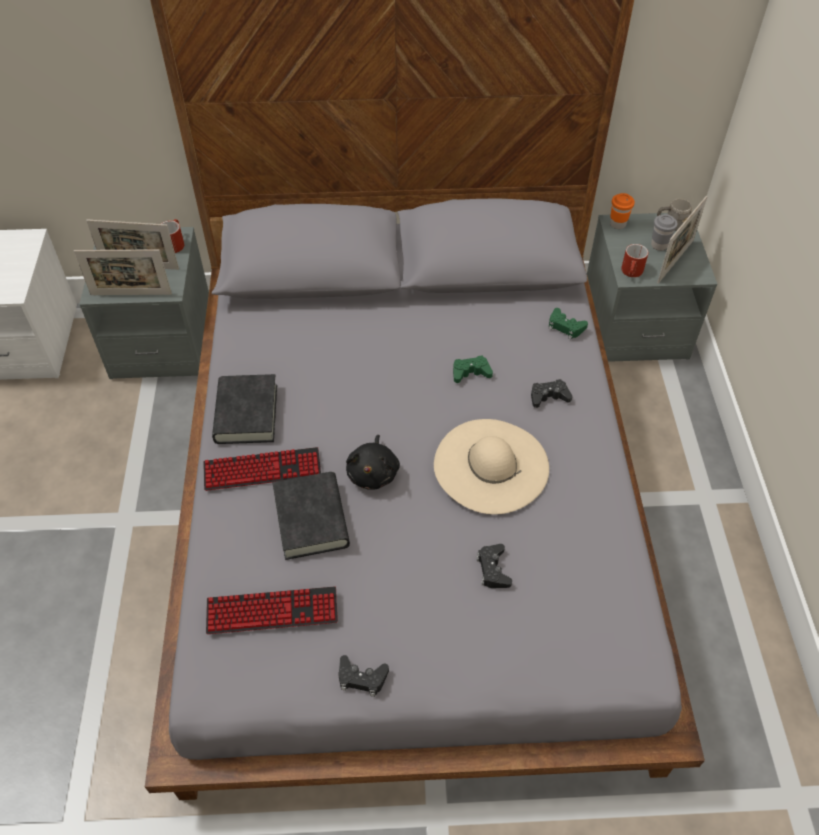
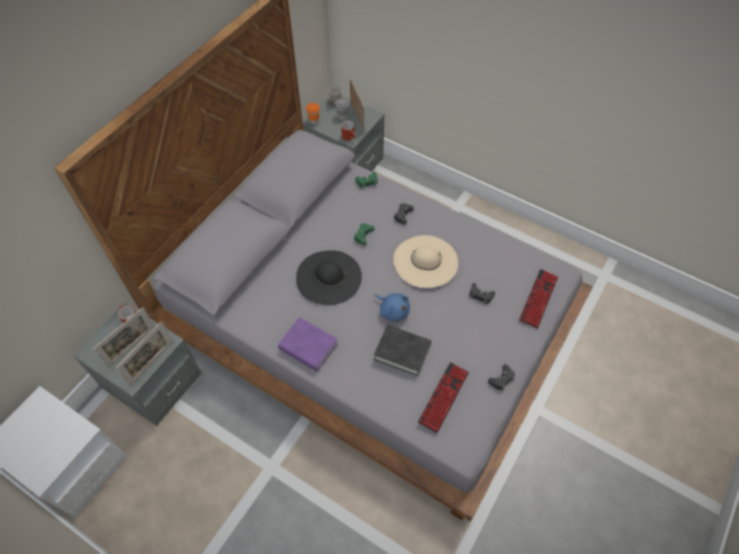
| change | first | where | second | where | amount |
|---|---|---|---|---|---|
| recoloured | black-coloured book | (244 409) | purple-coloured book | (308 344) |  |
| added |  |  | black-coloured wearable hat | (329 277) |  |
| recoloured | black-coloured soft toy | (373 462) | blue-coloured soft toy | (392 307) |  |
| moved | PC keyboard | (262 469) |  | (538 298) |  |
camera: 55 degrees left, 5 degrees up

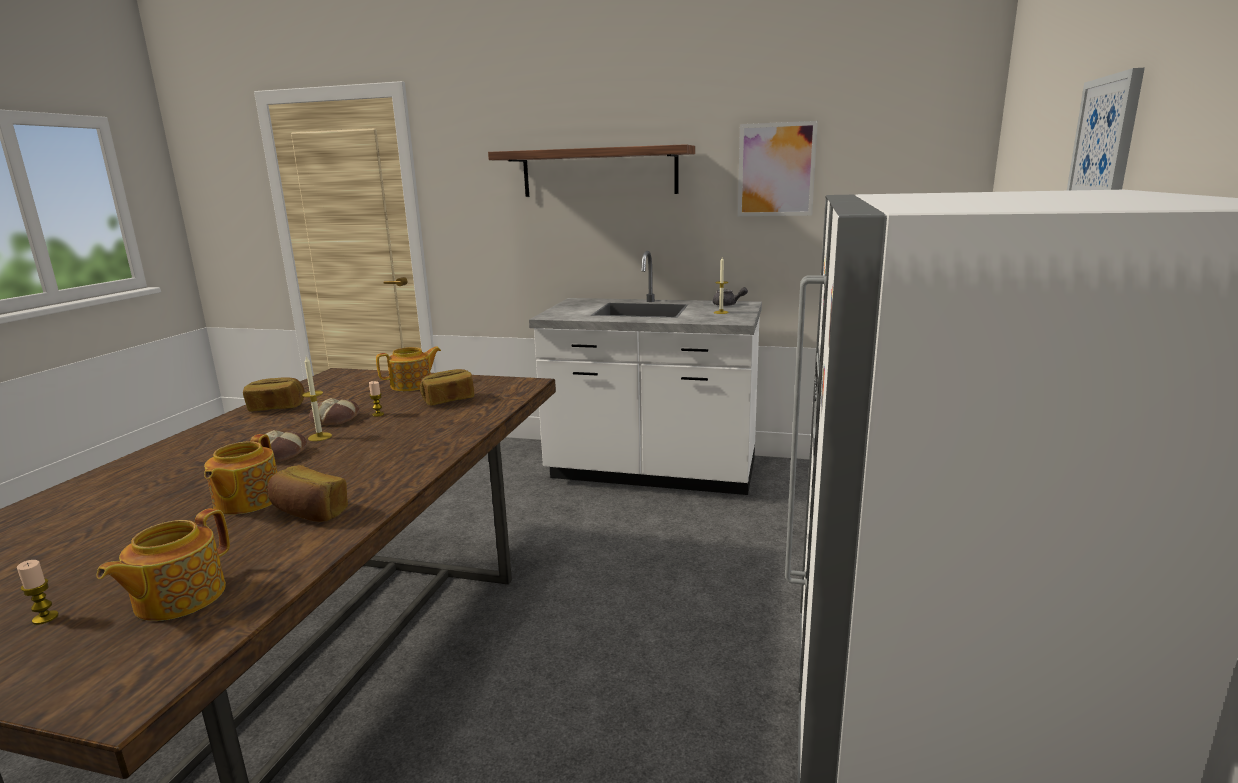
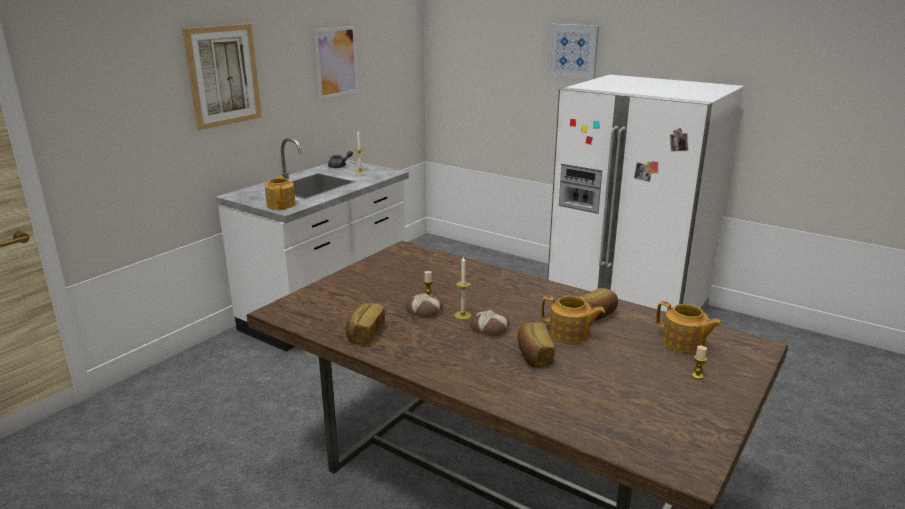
| change | first | where | second | where | amount |
|---|---|---|---|---|---|
| replaced | wall shelf | (591 170) | wall art | (222 77) |  |
| moved | tea pot | (408 369) |  | (280 192) |  |
| moved | bakery bread | (447 387) |  | (536 345) |  |
camera: 70 degrees left, 5 degrees up

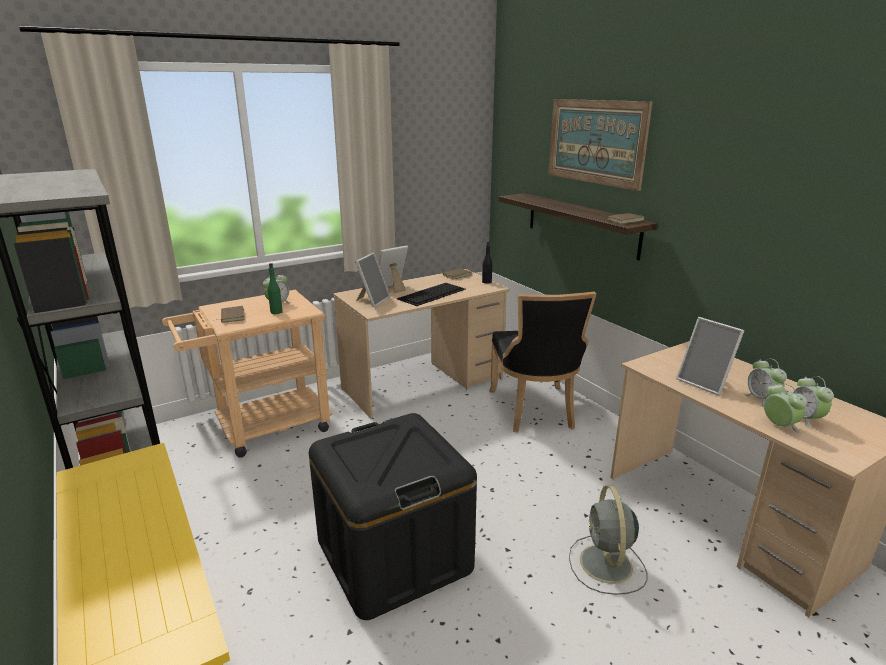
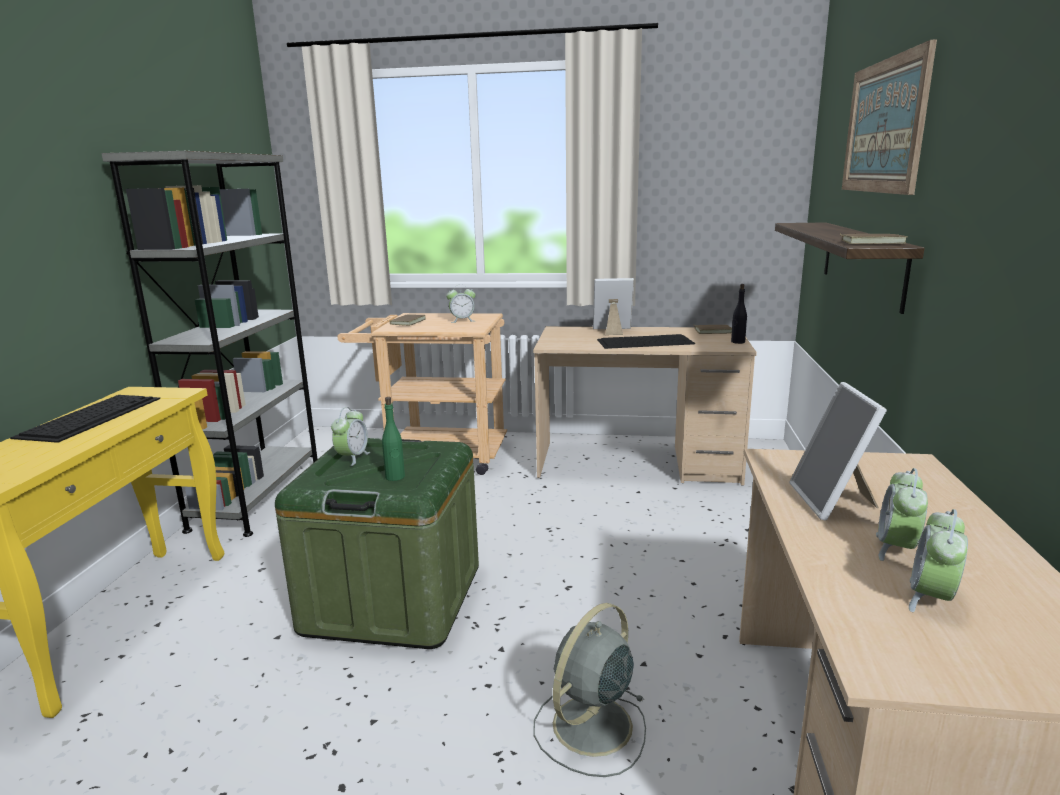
| change | first | where | second | where | amount |
|---|---|---|---|---|---|
| added |  |  | PC keyboard | (85 419) |  |
| recoloured | black-coloured storage bin | (393 516) | greenish storage bin | (377 543) |  |
| moved | alarm clock | (785 408) |  | (350 436) |  |
| moved | greenish drink bottle | (275 288) |  | (393 439) |  |
| removed | photo frame | (372 280) |  |  |  |
| removed | black-coloured plain chair | (542 362) |  |  |  |
camera: 40 degrees right, 5 degrees down

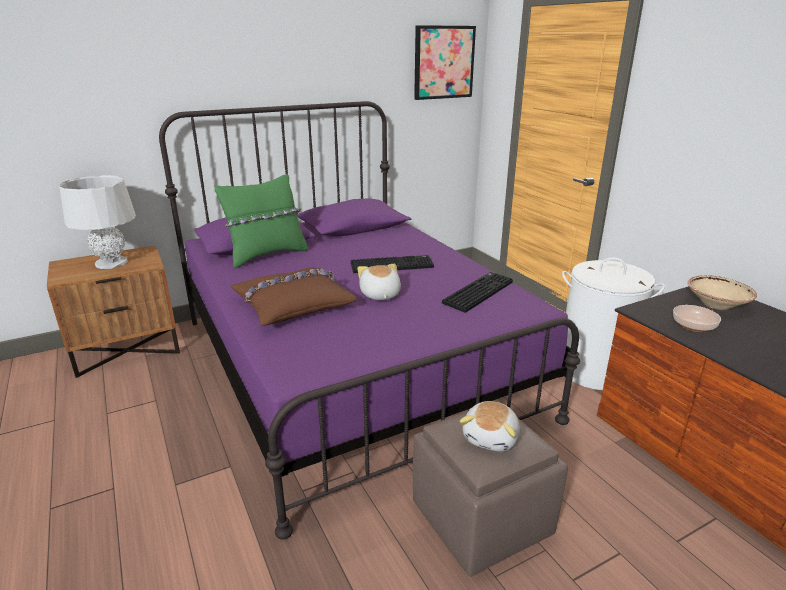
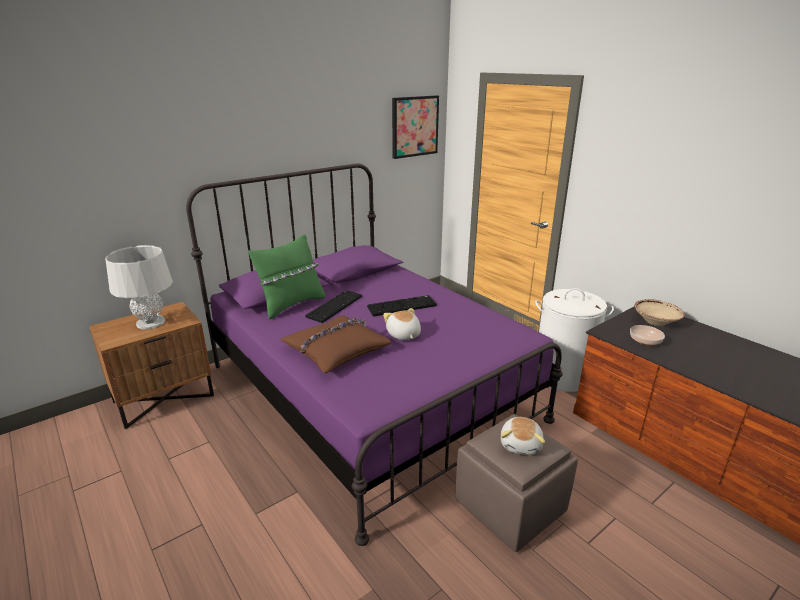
| change | first | where | second | where | amount |
|---|---|---|---|---|---|
| moved | PC keyboard | (477 292) |  | (334 306) |  |
camera: 10 degrees left, 0 degrees up

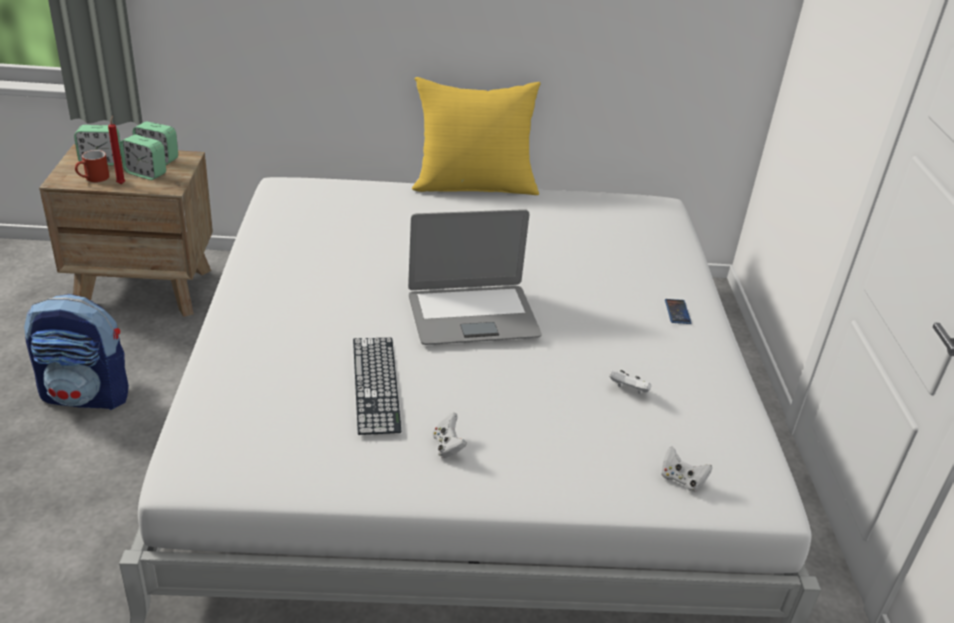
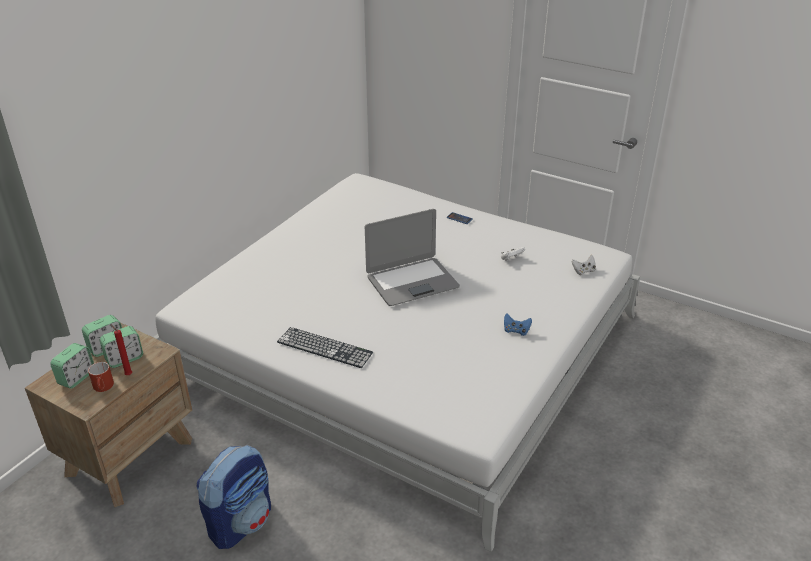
| change | first | where | second | where | amount |
|---|---|---|---|---|---|
| moved | PC keyboard | (377 386) |  | (325 347) |  |
| turned | portable computer | (475 277) |  | (412 257) | 45 degrees clockwise |
| recoloured | white-coloured joypad | (450 435) | blue-coloured joypad | (518 324) |  |
| removed | yellowish throw pillow | (476 136) |  |  |  |
camera: 55 degrees left, 0 degrees up

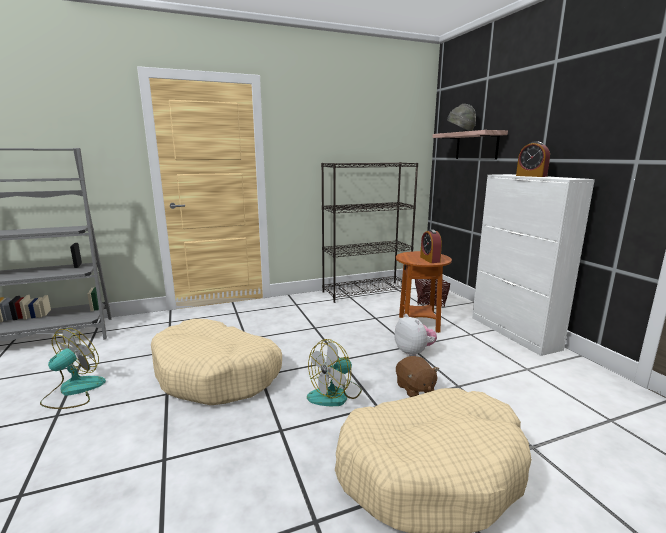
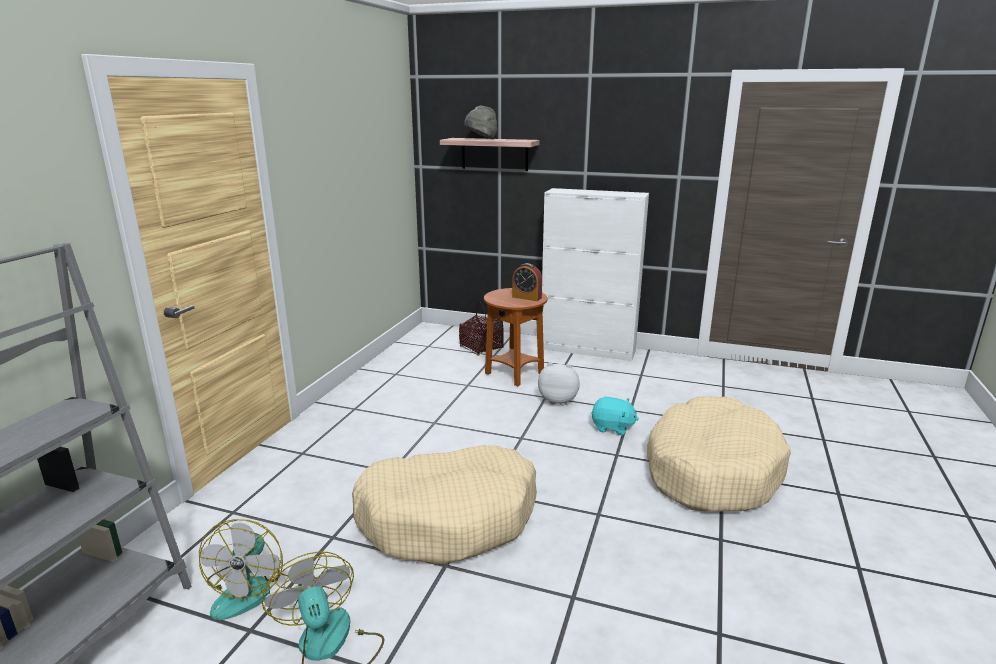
| change | first | where | second | where | amount |
|---|---|---|---|---|---|
| moved | electric fan | (334 373) |  | (241 569) |  |
| recoloured | brownish soft toy | (417 376) | blue-green soft toy | (615 416) |  |
| removed | black-coloured bookcase | (369 232) |  |  |  |
| removed | alarm clock | (533 159) |  |  |  |
camera: 50 degrees left, 5 degrees up

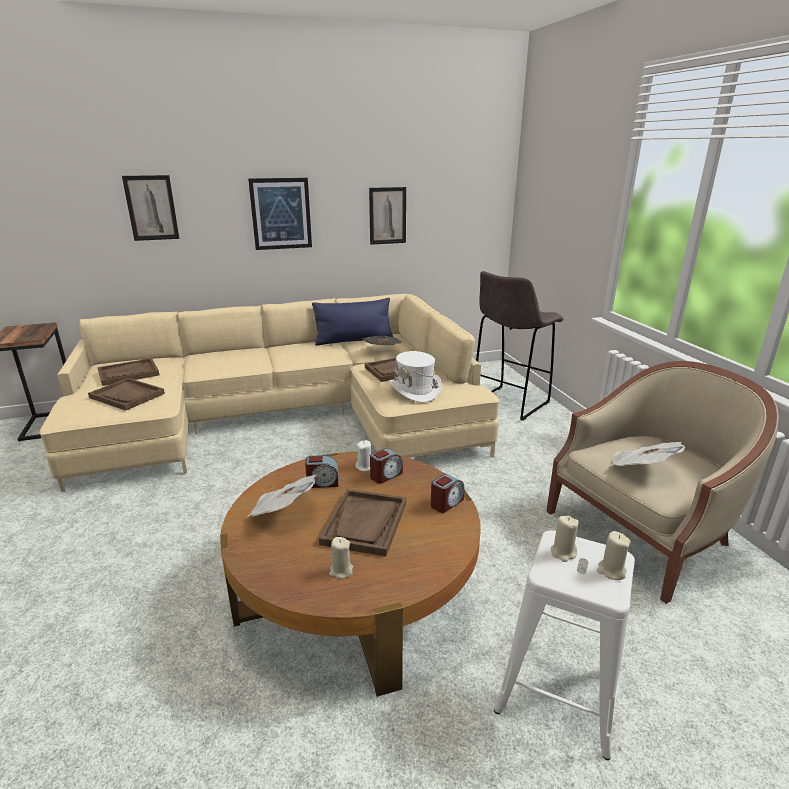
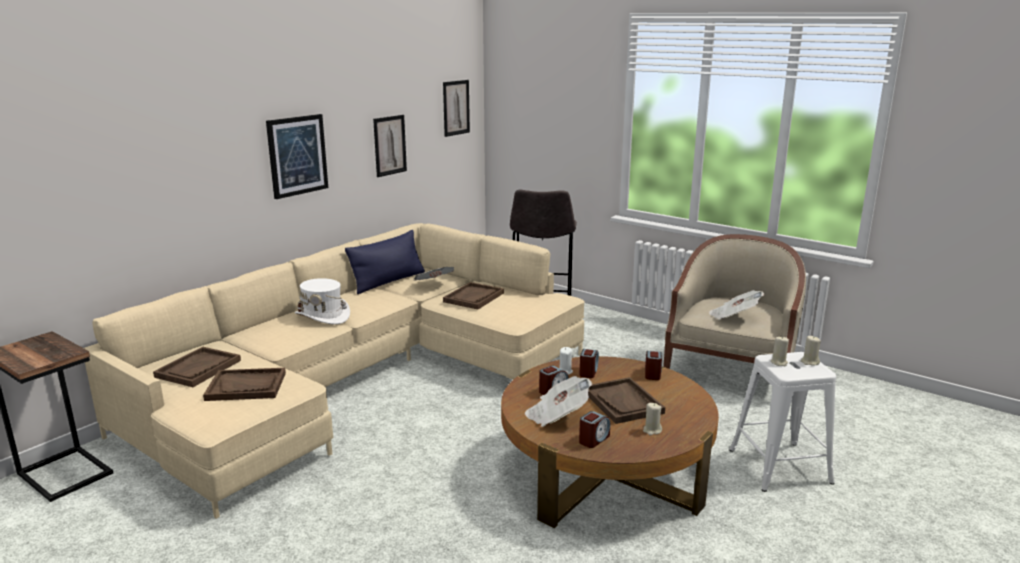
| change | first | where | second | where | amount |
|---|---|---|---|---|---|
| moved | white-coloured wearable hat | (415 377) |  | (322 301) |  |
| moved | wall art | (150 208) |  | (456 108) |  |
| added |  |  | alarm clock | (594 429) |  |
camera: 35 degrees left, 5 degrees down

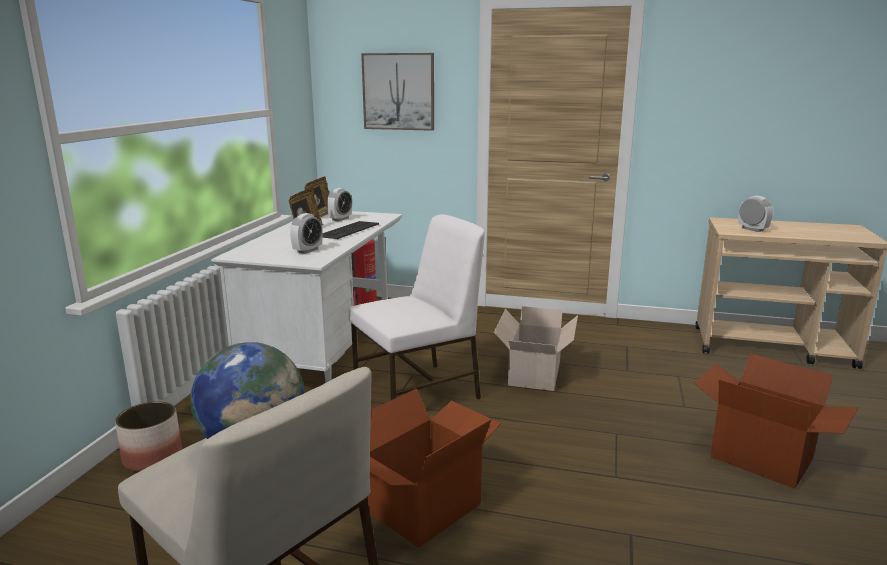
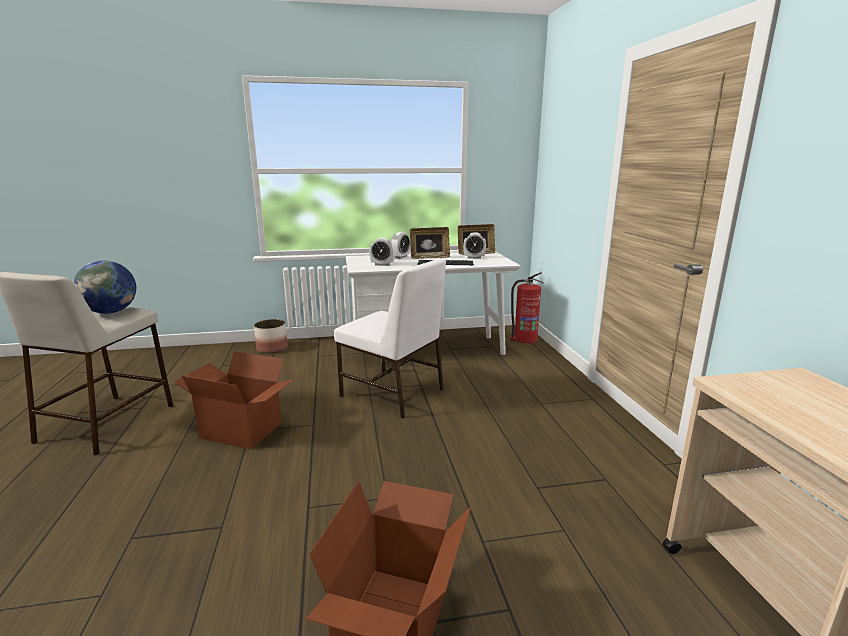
| change | first | where | second | where | amount |
|---|---|---|---|---|---|
| moved | alarm clock | (755 214) |  | (400 245) |  |
| removed | wall art | (397 92) |  |  |  |
| removed | carton | (536 348) |  |  |  |
camera: 65 degrees right, 0 degrees up

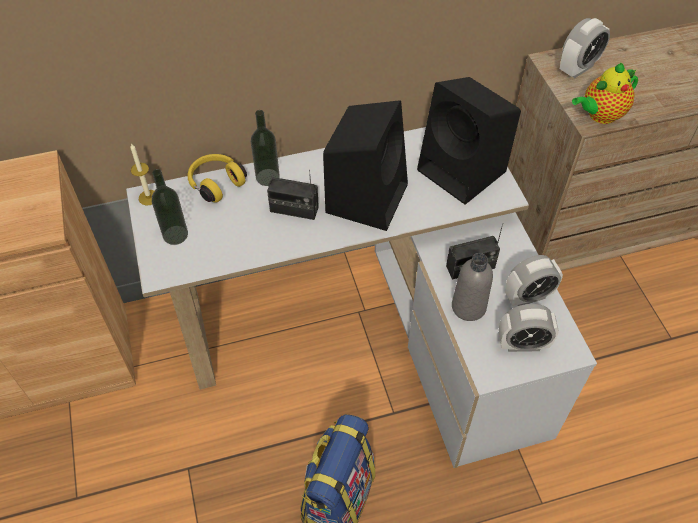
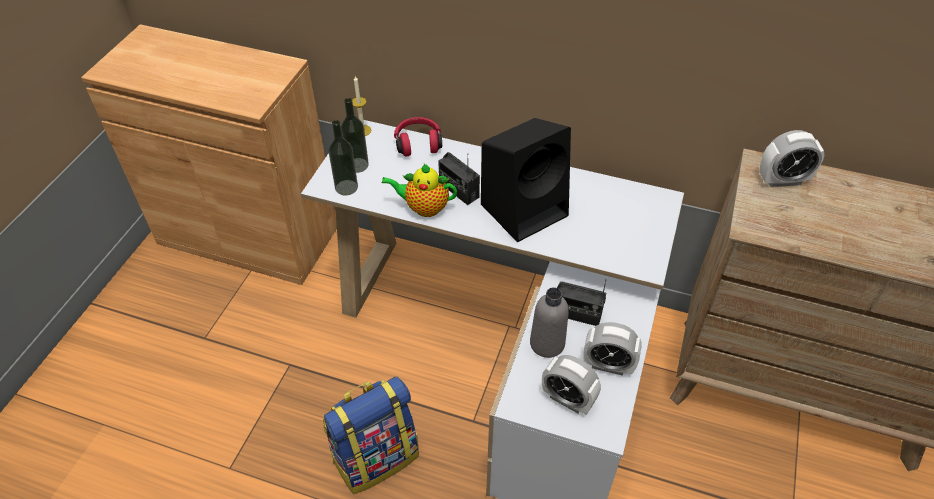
| change | first | where | second | where | amount |
|---|---|---|---|---|---|
| moved | drink bottle | (265 148) |  | (343 158) |  |
| moved | tea pot | (605 93) |  | (419 190) |  |
| recoloured | yellowish headphones | (217 178) | red-coloured headphones | (418 136) |  |
| removed | black-coloured audio speaker | (469 141) |  |  |  |
camera: 35 degrees right, 5 degrees down

